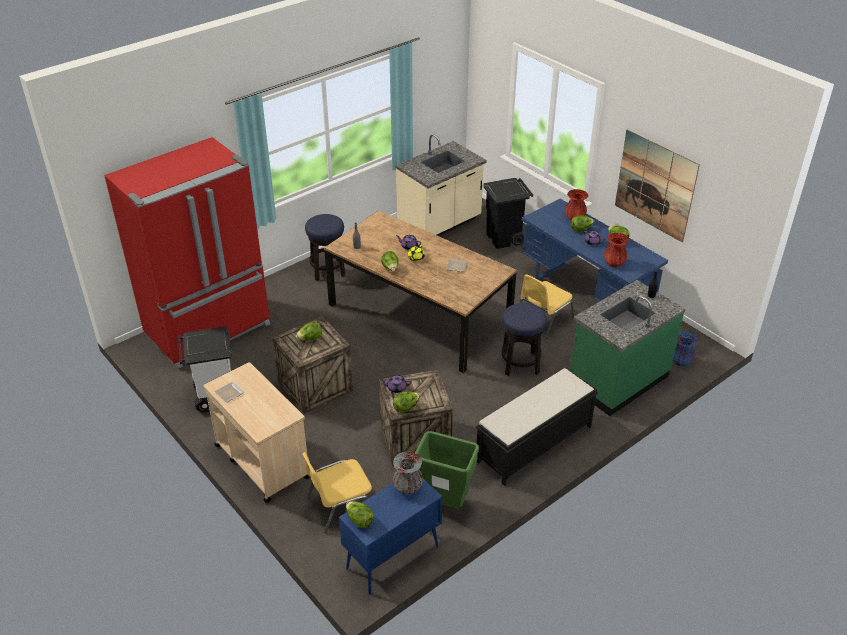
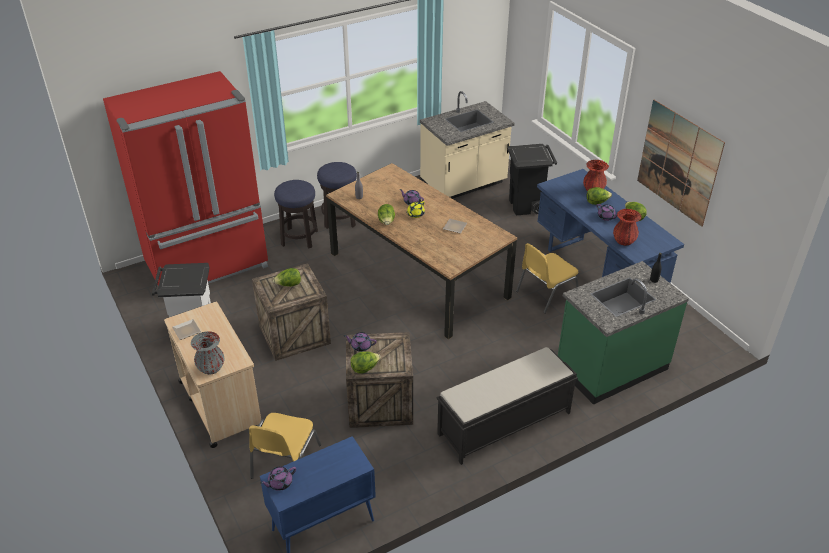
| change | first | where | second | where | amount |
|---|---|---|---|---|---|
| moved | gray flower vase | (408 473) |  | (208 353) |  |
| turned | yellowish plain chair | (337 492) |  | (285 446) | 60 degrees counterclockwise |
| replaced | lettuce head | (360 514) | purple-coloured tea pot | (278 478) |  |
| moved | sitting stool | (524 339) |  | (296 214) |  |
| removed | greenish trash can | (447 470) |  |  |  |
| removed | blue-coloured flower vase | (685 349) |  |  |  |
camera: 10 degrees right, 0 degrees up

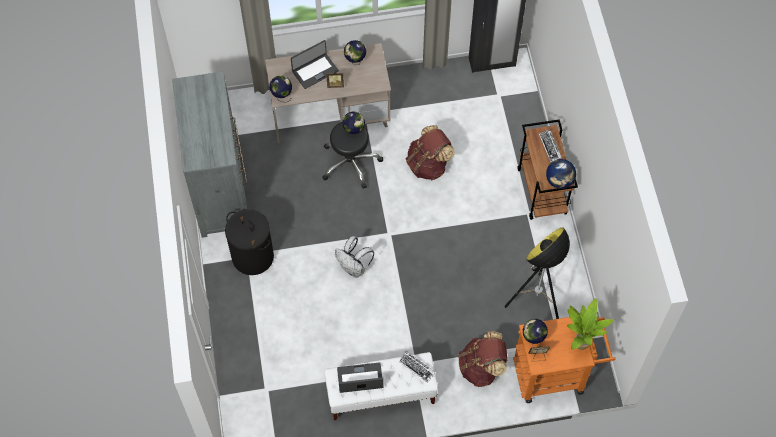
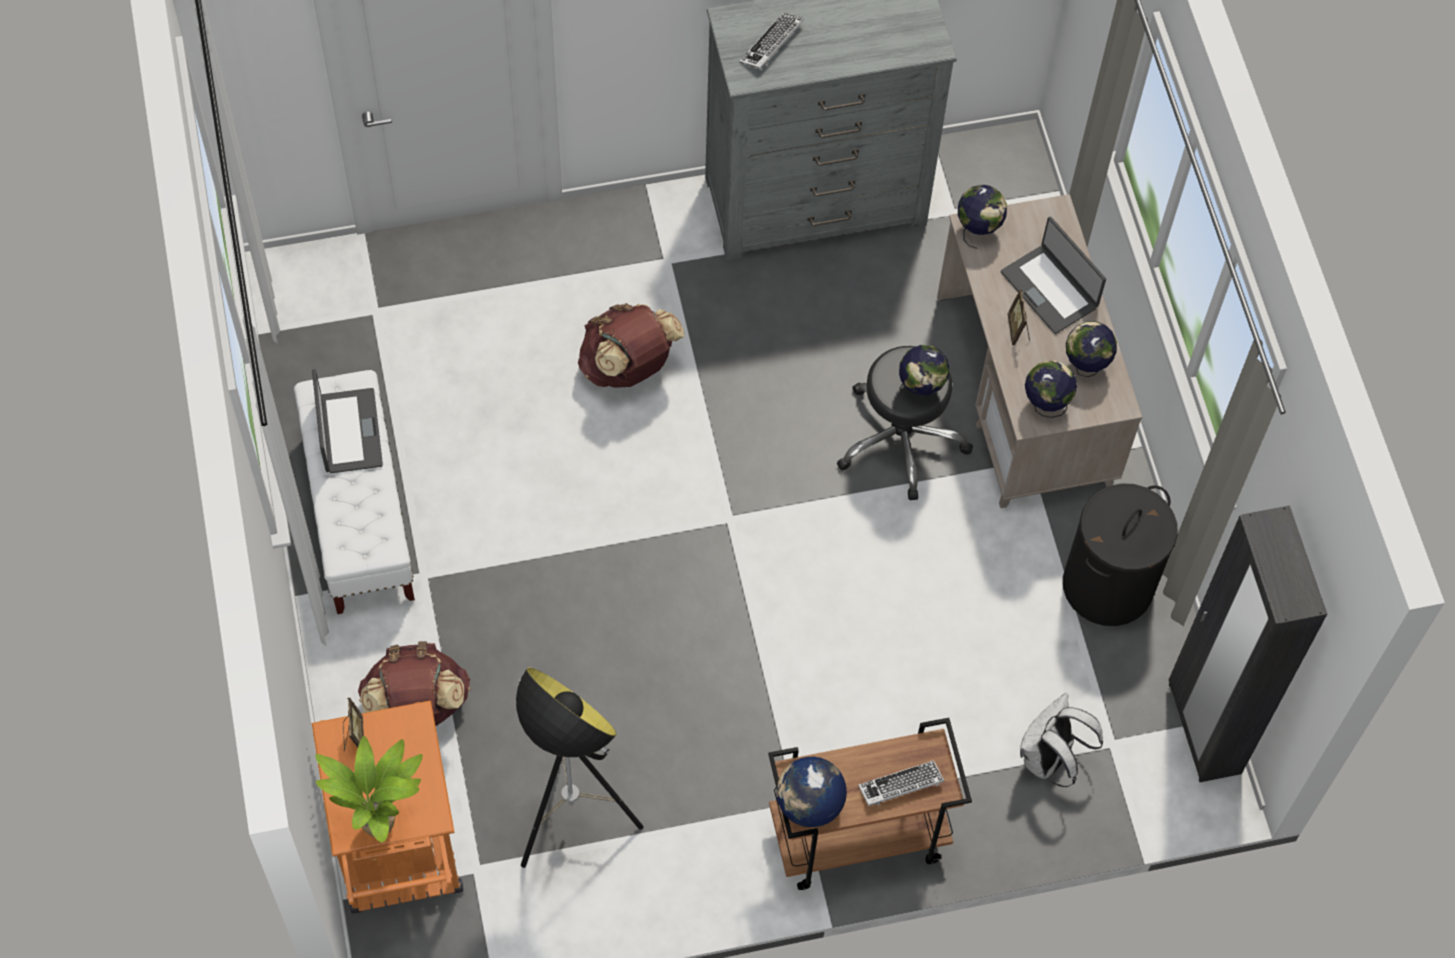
| change | first | where | second | where | amount |
|---|---|---|---|---|---|
| moved | brownish backpack | (430 152) |  | (631 345) |  |
| moved | PC keyboard | (417 367) |  | (772 40) |  |
| moved | white-coloured backpack | (354 257) |  | (1061 740) |  |
| moved | globe | (535 331) |  | (1051 389) |  |
| moved | black-coloured hamper | (249 242) |  | (1120 554) |  |
camera: 85 degrees right, 0 degrees up

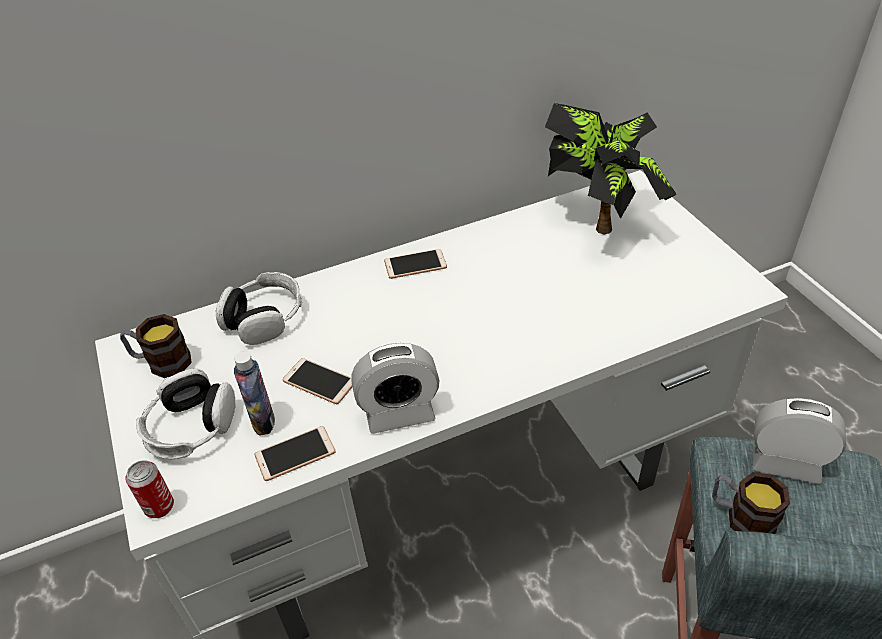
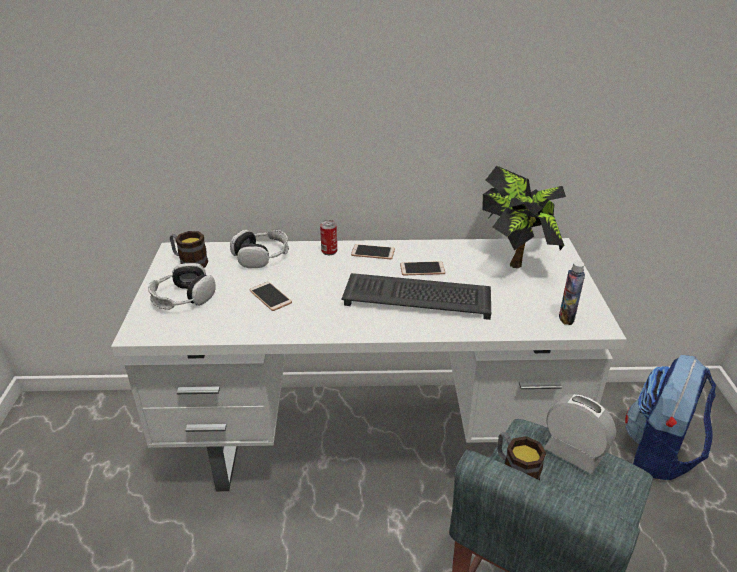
| change | first | where | second | where | amount |
|---|---|---|---|---|---|
| moved | sealed can | (150 489) |  | (328 237) |  |
| added |  |  | PC keyboard | (416 296) |  |
| moved | phone | (295 453) |  | (422 268) |  |
| moved | drink bottle | (254 393) |  | (572 293) |  |
| added |  |  | backpack | (670 418) |  |
| removed | alarm clock | (396 388) |  |  |  |
camera: 20 degrees right, 10 degrees down

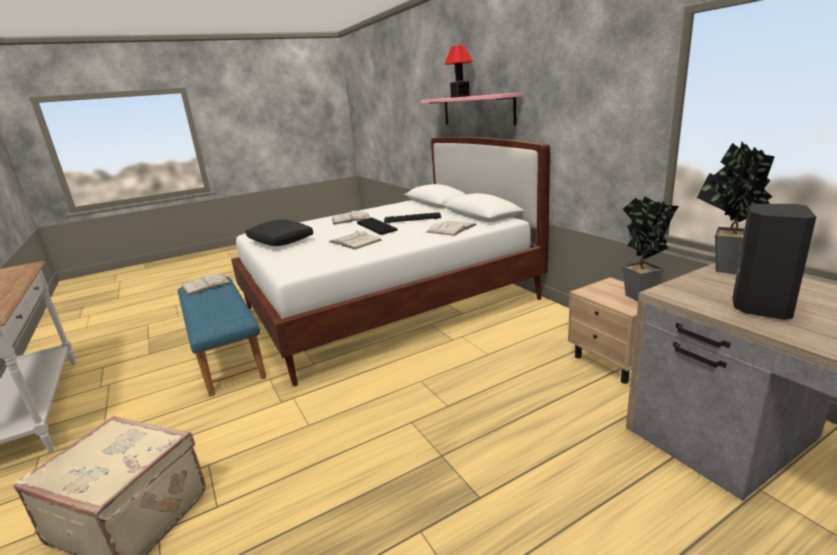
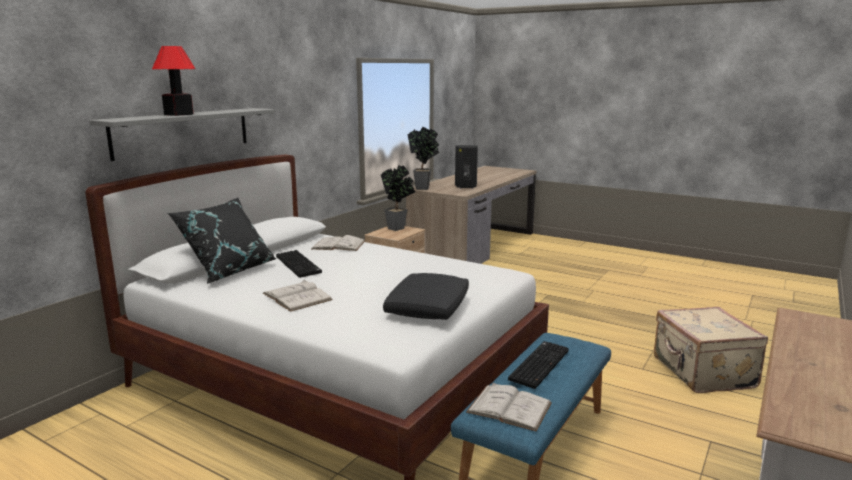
| change | first | where | second | where | amount |
|---|---|---|---|---|---|
| recoloured | pink-coloured wall shelf | (472 108) | gray wall shelf | (182 134) |  |
| added |  |  | black-coloured throw pillow | (222 241) |  |
| moved | PC keyboard | (377 226) |  | (538 365) |  |
| removed | white-coloured book | (355 240) |  |  |  |
camera: 120 degrees left, 5 degrees down

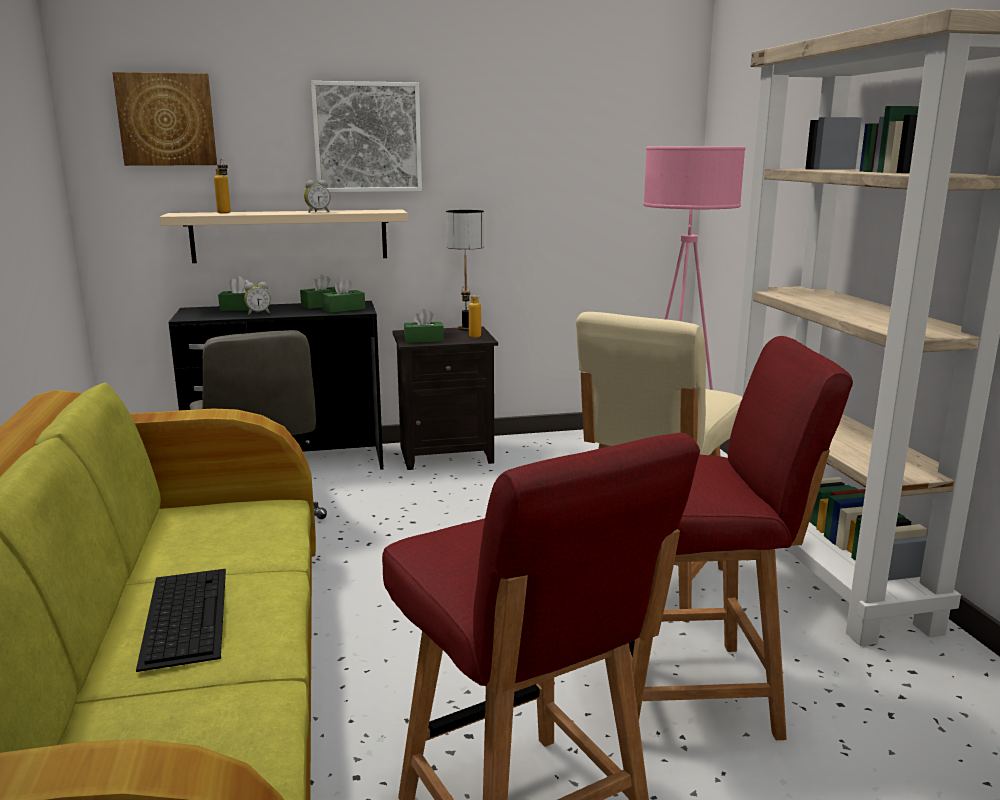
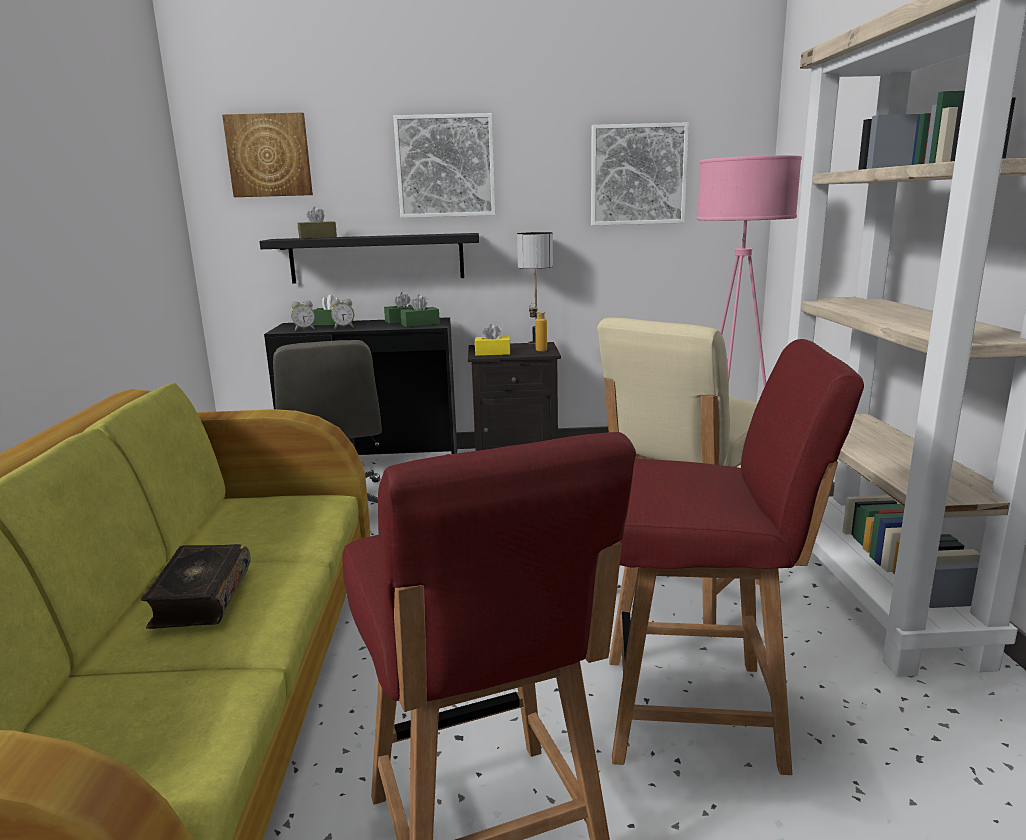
| change | first | where | second | where | amount |
|---|---|---|---|---|---|
| replaced | PC keyboard | (181 620) | book | (196 586) |  |
| recoloured | beige wall shelf | (284 236) | black-coloured wall shelf | (369 258) |  |
| moved | alarm clock | (317 196) |  | (303 316) |  |
| replaced | drink bottle | (222 185) | brownish tissue box | (317 223) |  |
| recoloured | greenish tissue box | (424 326) | yellowish tissue box | (493 340) |  |
| added |  |  | wall art | (640 174) |  |
camera: 10 degrees right, 0 degrees up

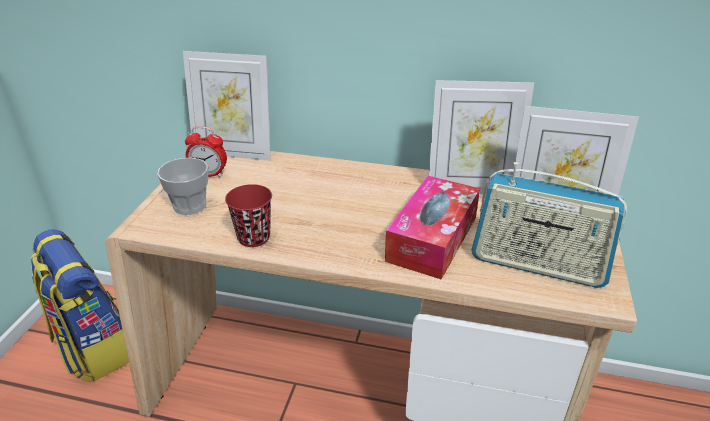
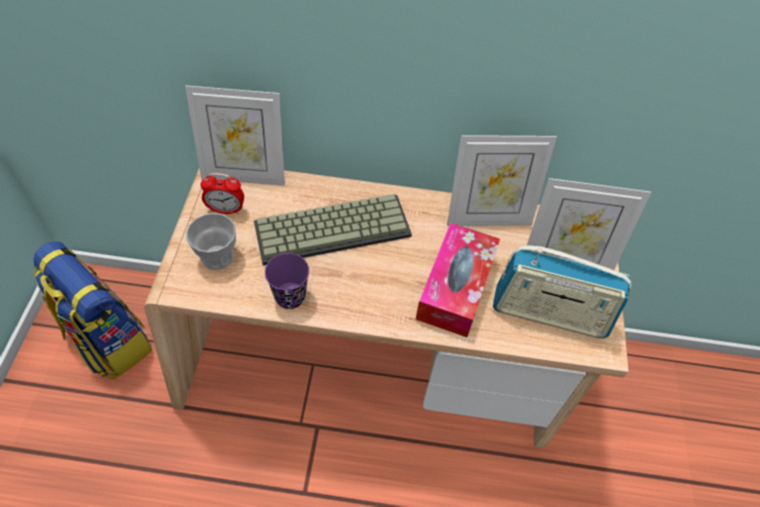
| change | first | where | second | where | amount |
|---|---|---|---|---|---|
| added |  |  | PC keyboard | (333 230) |  |
| recoloured | red-coloured cup | (248 215) | purple-coloured cup | (287 281) |  |
camera: 10 degrees left, 20 degrees up

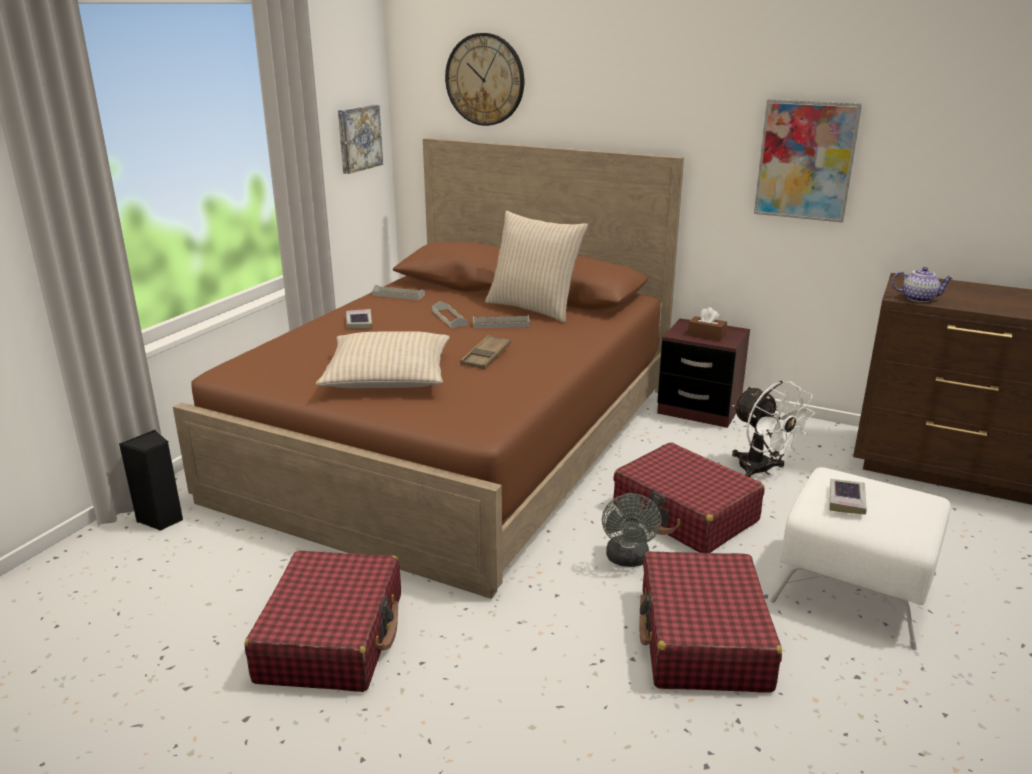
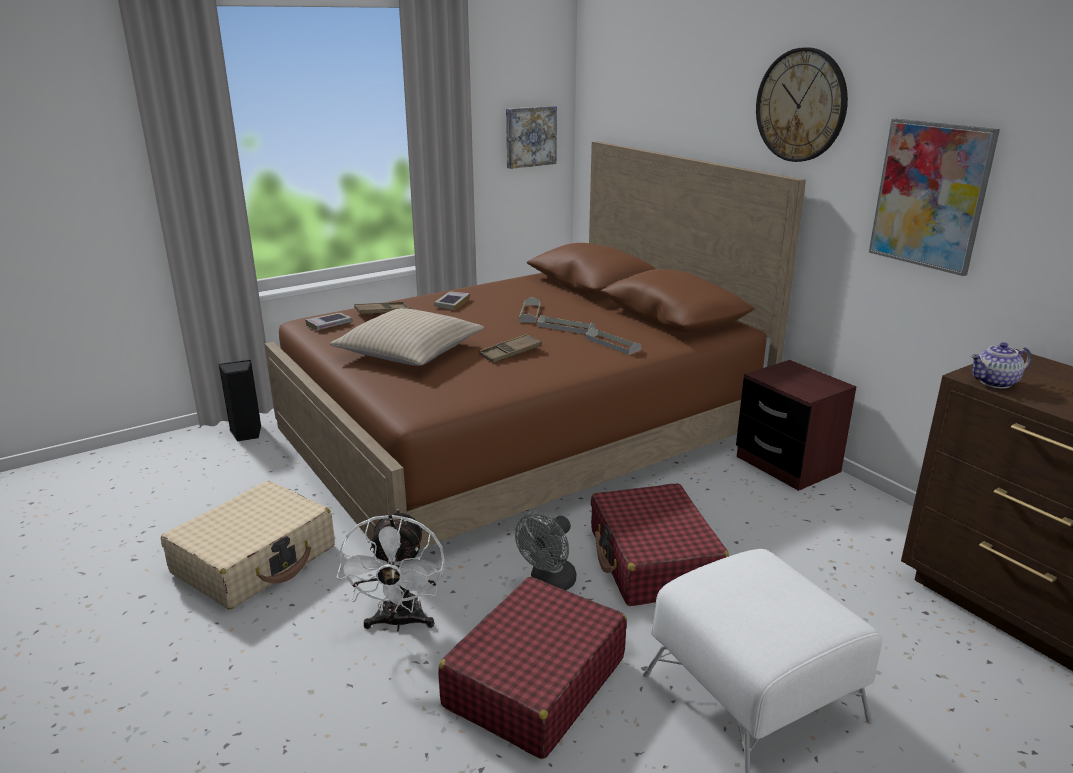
| change | first | where | second | where | amount |
|---|---|---|---|---|---|
| recoloured | red-coloured piece of luggage | (323 621) | beige piece of luggage | (248 545) |  |
| moved | book | (848 496) |  | (328 321) |  |
| moved | white-coloured electric fan | (773 429) |  | (391 570) |  |
| added |  |  | brownish serving tray | (382 309) |  |
| moved | gray serving tray | (398 292) |  | (613 341) |  |
| moved | clock on the wall | (484 79) |  | (802 104) |  |
| turned | tea pot | (923 284) |  | (1001 365) | 120 degrees clockwise |
| removed | beige throw pillow | (536 267) |  |  |  |
| removed | brownish tissue box | (707 324) |  |  |  |
camera: 30 degrees right, 0 degrees up

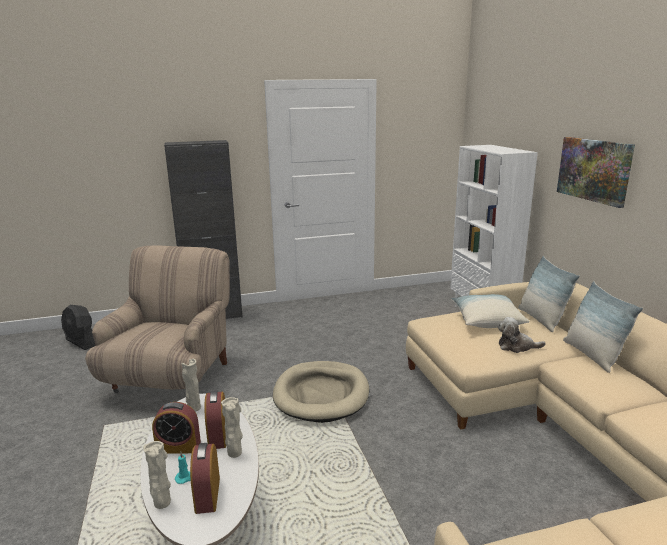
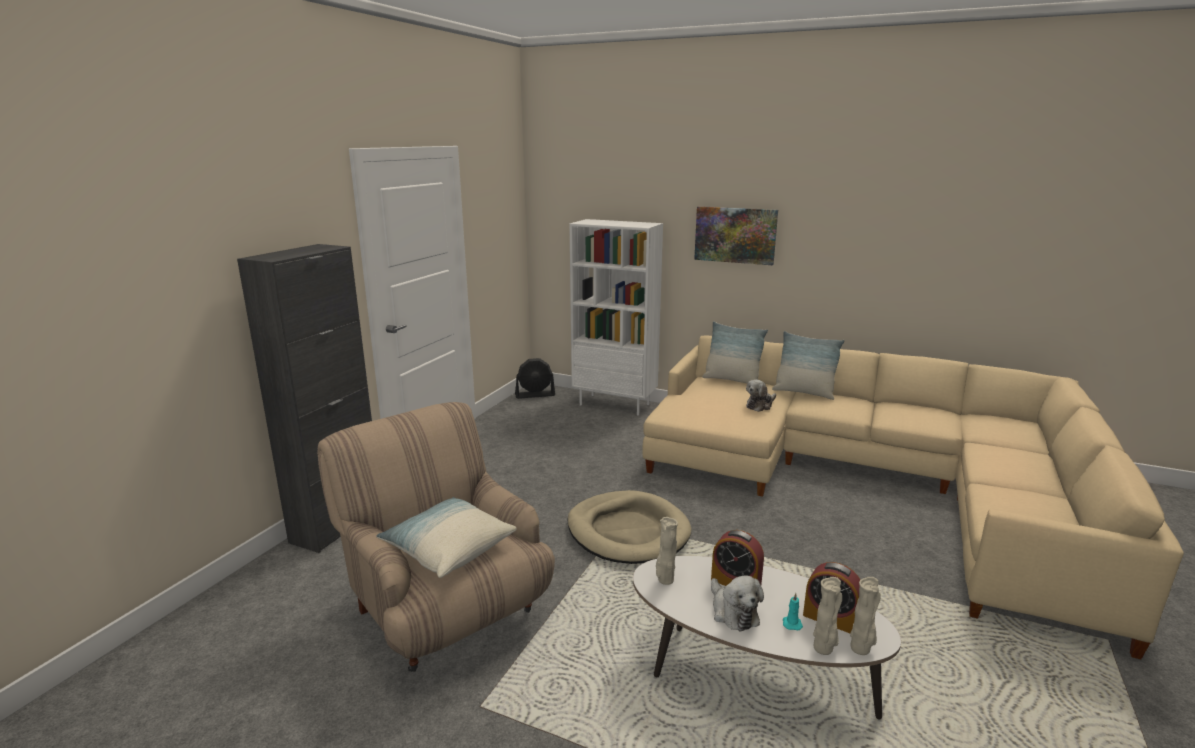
| change | first | where | second | where | amount |
|---|---|---|---|---|---|
| moved | throw pillow | (490 311) |  | (446 537) |  |
| moved | black-coloured electric fan | (78 327) |  | (535 378) |  |
| replaced | alarm clock | (176 428) | soft toy | (737 603) |  |
| moved | beige flower vase | (232 427) |  | (865 616) |  |
camera: 50 degrees left, 0 degrees up

